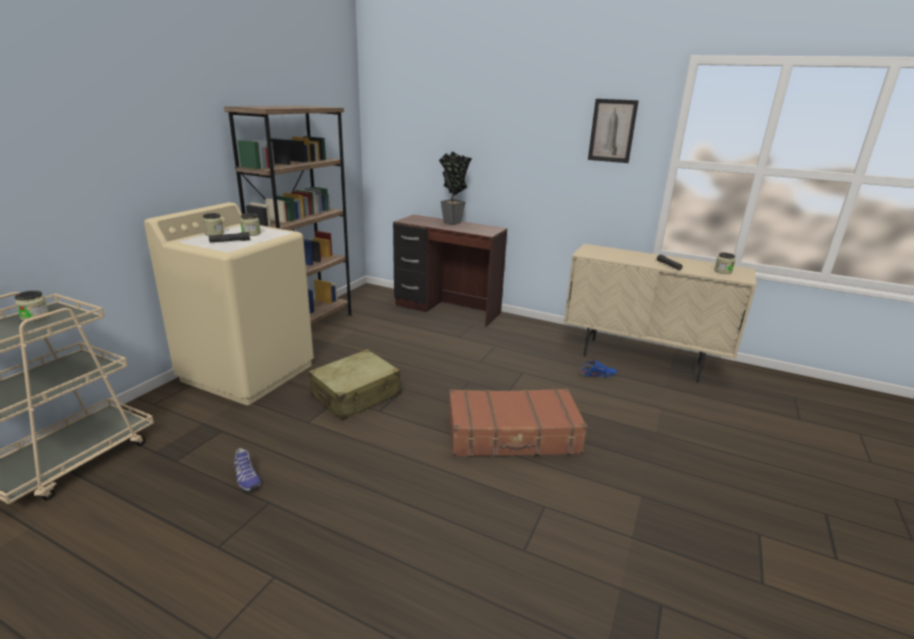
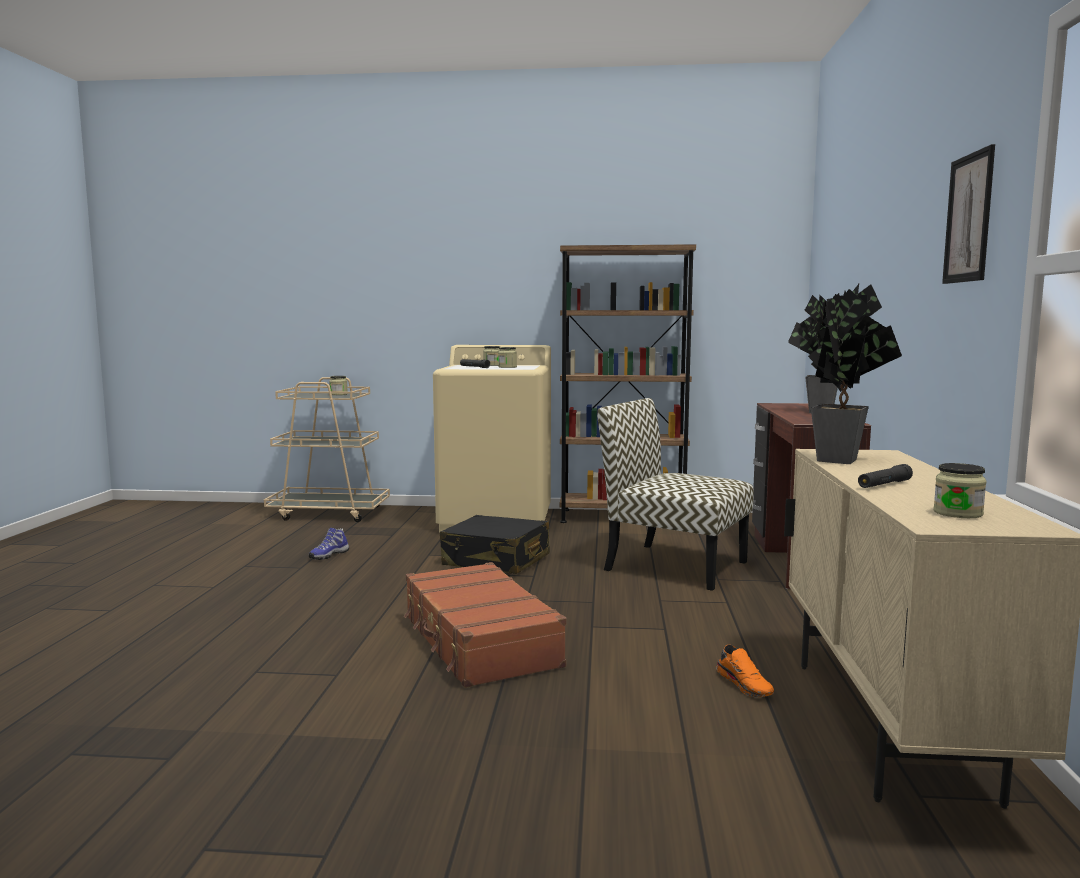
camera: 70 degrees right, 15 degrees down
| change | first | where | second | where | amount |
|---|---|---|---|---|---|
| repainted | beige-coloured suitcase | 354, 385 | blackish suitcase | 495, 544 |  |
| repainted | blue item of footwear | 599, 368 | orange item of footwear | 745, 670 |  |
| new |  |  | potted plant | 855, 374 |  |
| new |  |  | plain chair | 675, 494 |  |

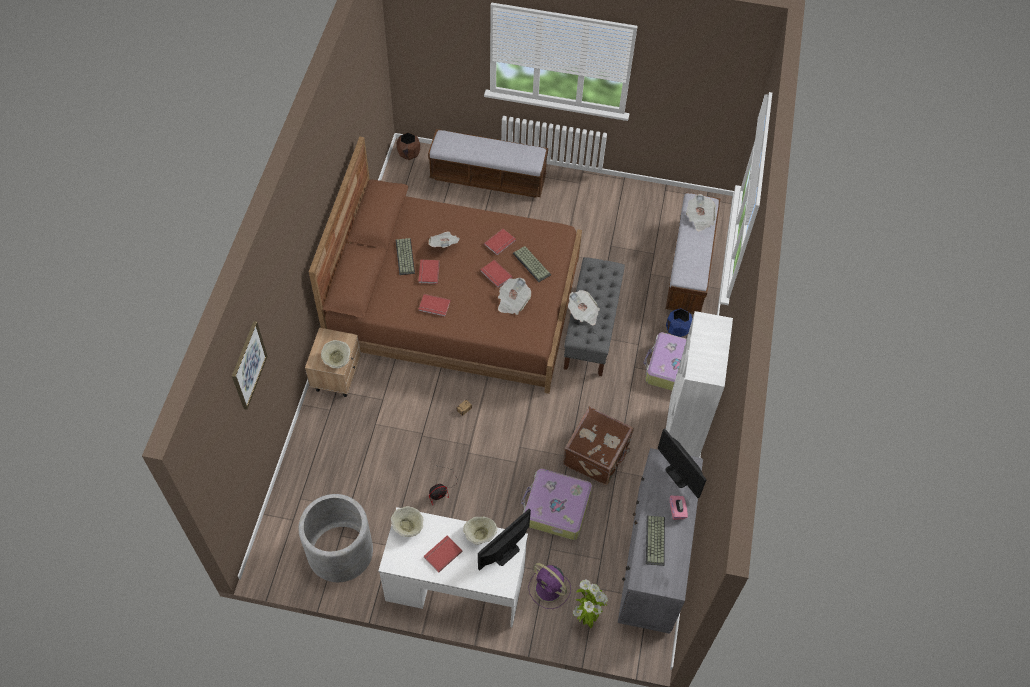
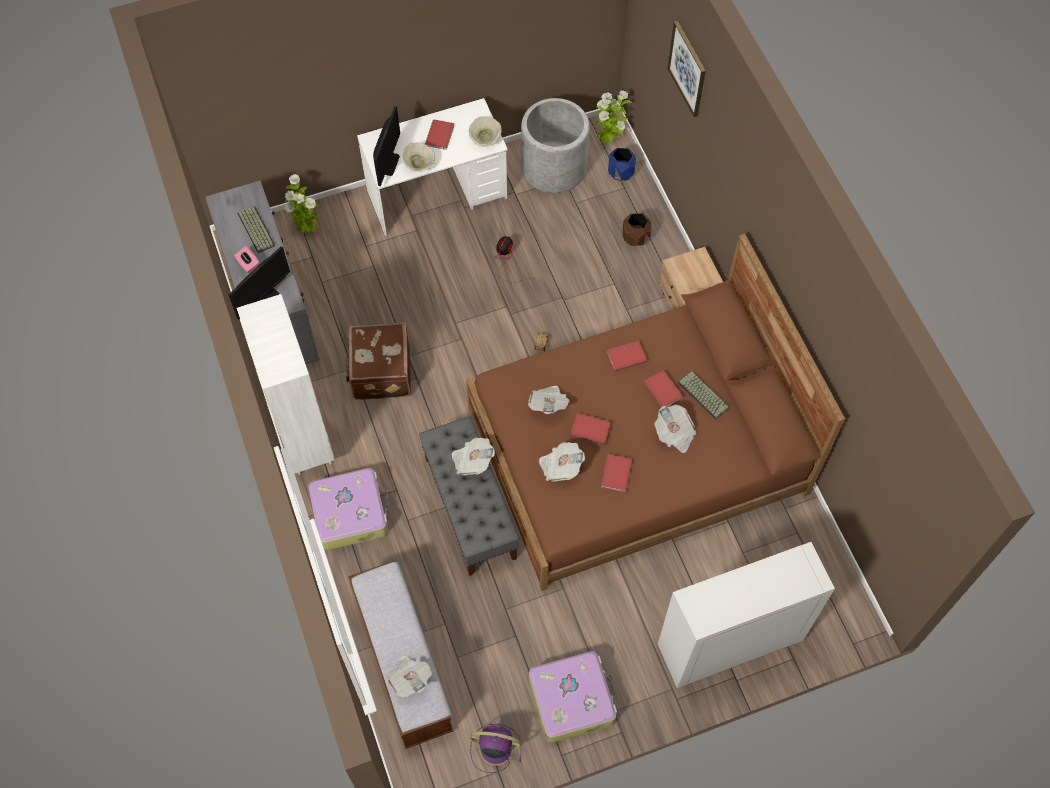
camera: 150 degrees right, 5 degrees up
| change | first | where | second | where | amount |
|---|---|---|---|---|---|
| swapped | bench | 488, 163 | white cabinet | 746, 615 |  |
| shifted | brown flower pot | 408, 146 |  | 637, 229 |  |
| swapped | PC keyboard | 532, 264 | printed paper | 562, 461 |  |
| shifted | blue flower pot | 679, 322 |  | 622, 164 |  |
| gone | beige-coloured serving bowl | 336, 354 |  |  |  |
| rotated | monitor | 682, 463 |  | 259, 283 | 105 degrees clockwise |
| shifted | suitcase | 556, 504 |  | 573, 697 |  |
| shifted | purplish electric fan | 549, 586 |  | 495, 748 |  |
| new |  |  | potted plant | 613, 118 |  |

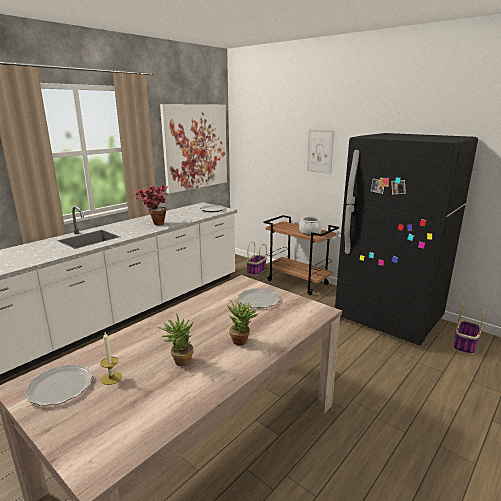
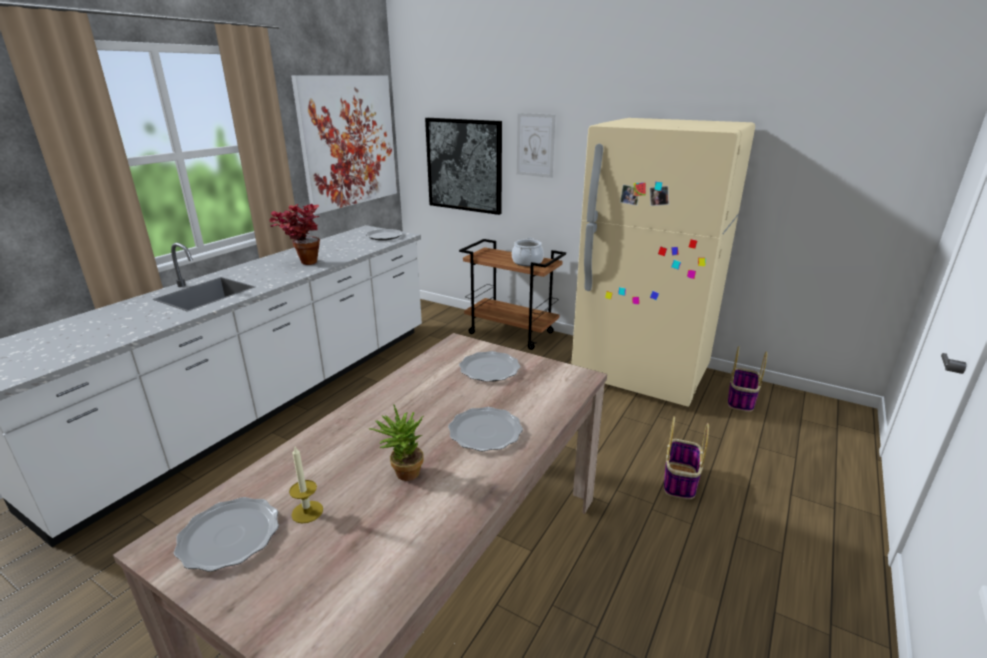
camera: 10 degrees left, 5 degrees up
| change | first | where | second | where | amount |
|---|---|---|---|---|---|
| repainted | blackish fridge | 406, 239 | beige-coloured fridge | 663, 262 |  |
| shifted | household basket | 257, 259 |  | 686, 457 |  |
| swapped | potted plant | 243, 322 | flat dish | 485, 429 |  |
| new |  |  | wall picture | 463, 166 |  |

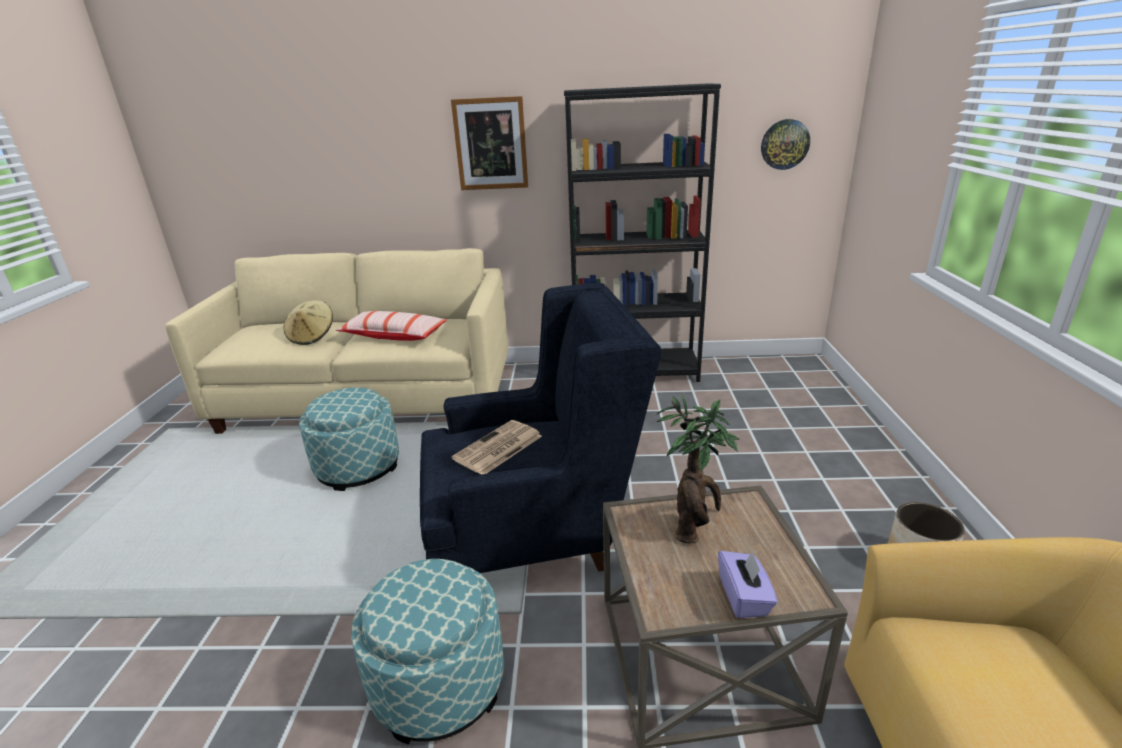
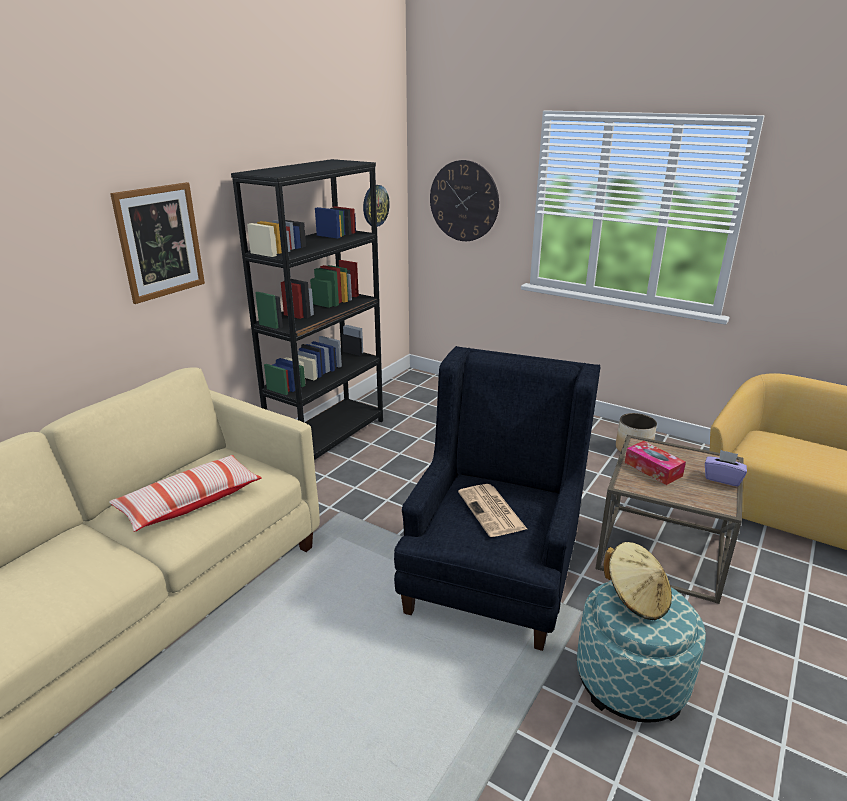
camera: 60 degrees left, 0 degrees up
| change | first | where | second | where | amount |
|---|---|---|---|---|---|
| shifted | beige-coloured hat | 308, 322 |  | 638, 581 |  |
| gone | ottoman | 349, 439 |  |  |  |
| swapped | potted plant | 698, 469 | box of tissues | 655, 463 |  |
| new |  |  | wall clock | 464, 200 |  |

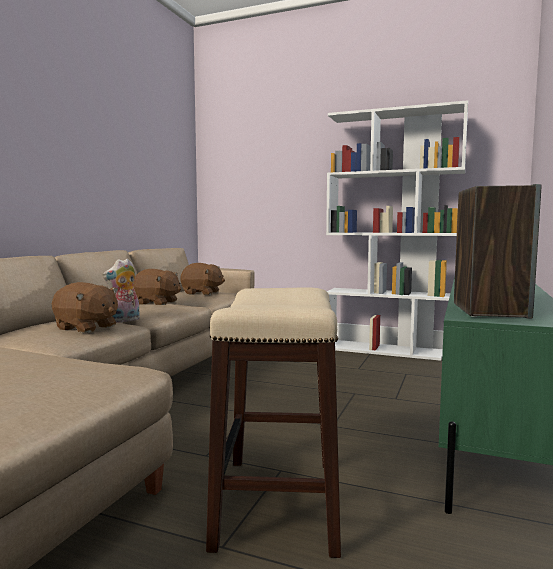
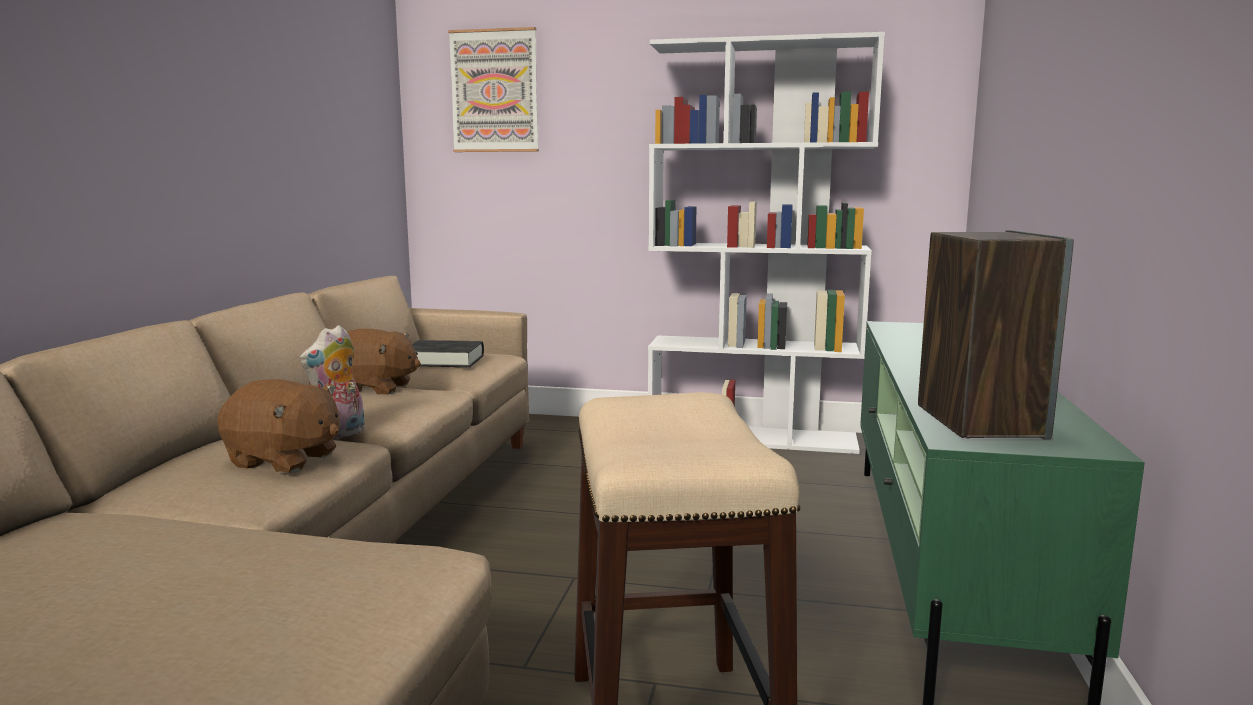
camera: 10 degrees left, 5 degrees up
| change | first | where | second | where | amount |
|---|---|---|---|---|---|
| swapped | brown cuddly toy | 202, 279 | blackish volume | 448, 353 |  |
| new |  |  | wall picture | 493, 89 |  |

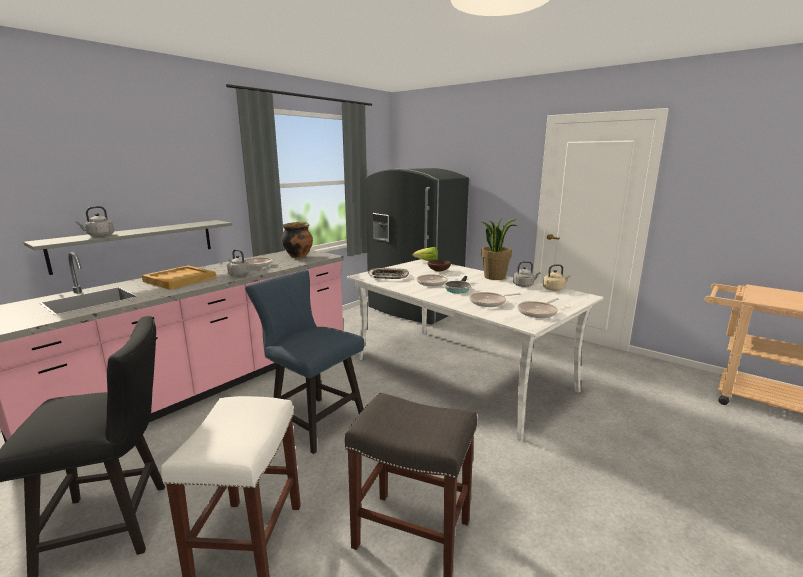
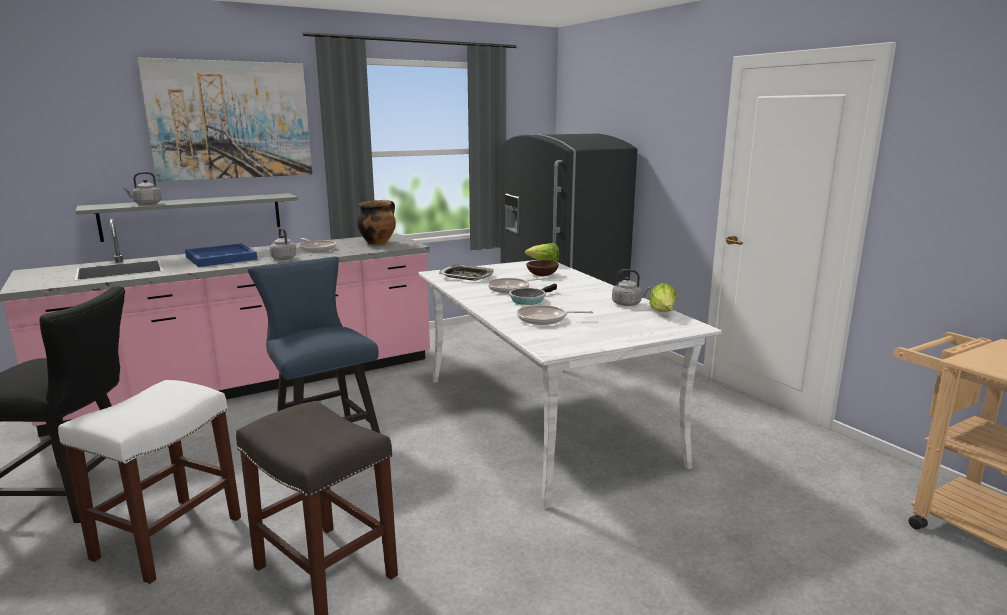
camera: 20 degrees right, 0 degrees up
| change | first | where | second | where | amount |
|---|---|---|---|---|---|
| gone | potted plant | 499, 249 |  |  |  |
| swapped | beige-coloured tea kettle | 557, 277 | lettuce | 663, 297 |  |
| repainted | beige-coloured carrying tray | 179, 277 | blue carrying tray | 221, 255 |  |
| gone | frying pan | 538, 308 |  |  |  |
| new |  |  | wall picture | 224, 119 |  |

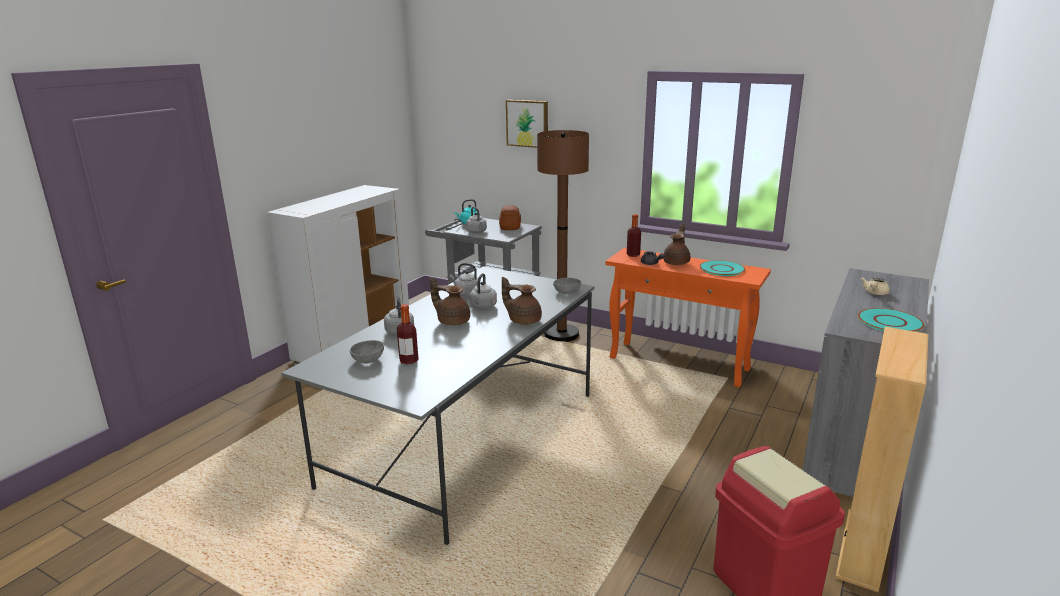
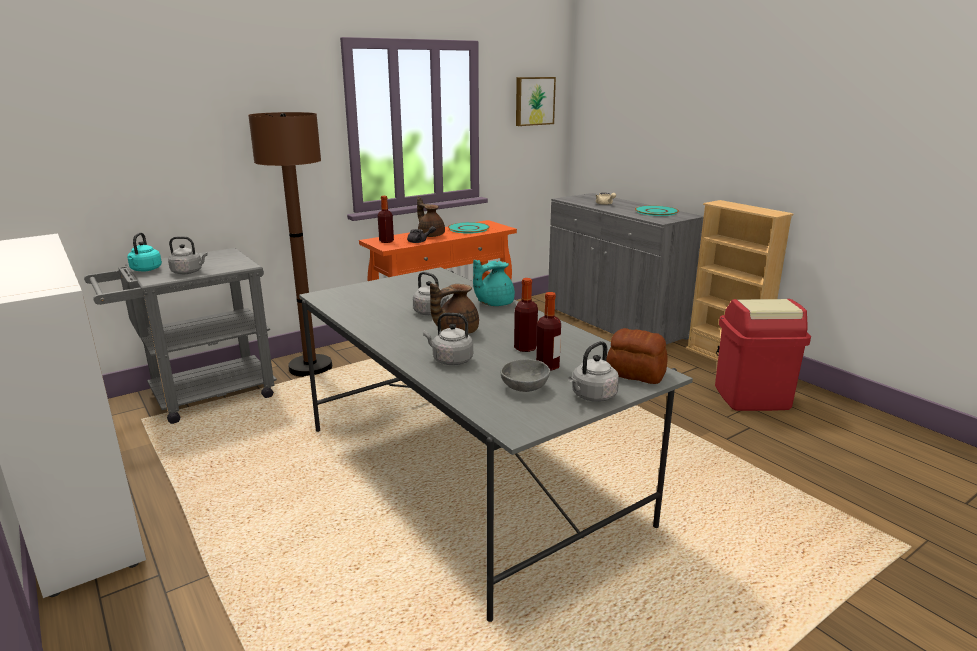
camera: 65 degrees left, 0 degrees up
| change | first | where | second | where | amount |
|---|---|---|---|---|---|
| shifted | wall picture | 527, 124 |  | 536, 101 |  |
| shifted | baked bread | 510, 217 |  | 637, 356 |  |
| shifted | grey tea kettle | 464, 279 |  | 593, 371 |  |
| repainted | brown teapot | 522, 301 | blue-green teapot | 494, 283 |  |
| gone | grey serving bowl | 567, 286 |  |  |  |
| new |  |  | beverage bottle | 526, 315 |  |

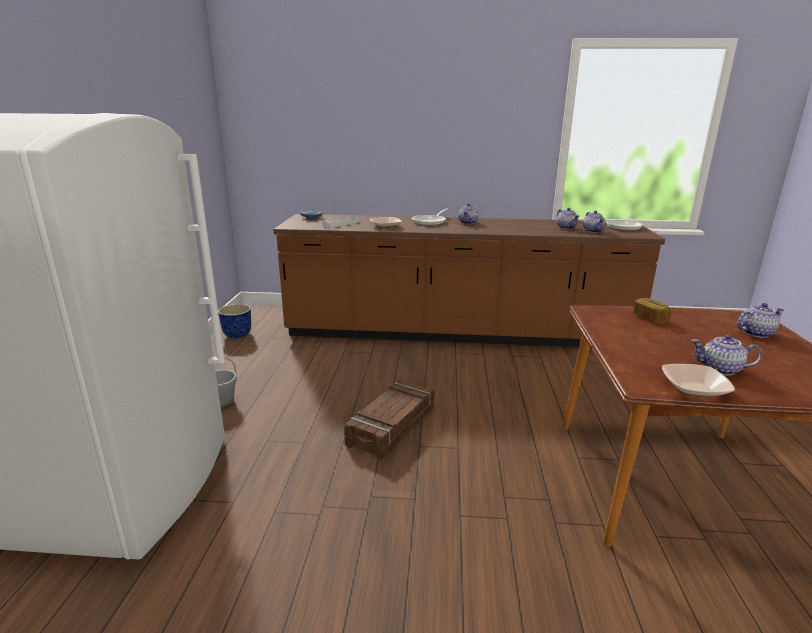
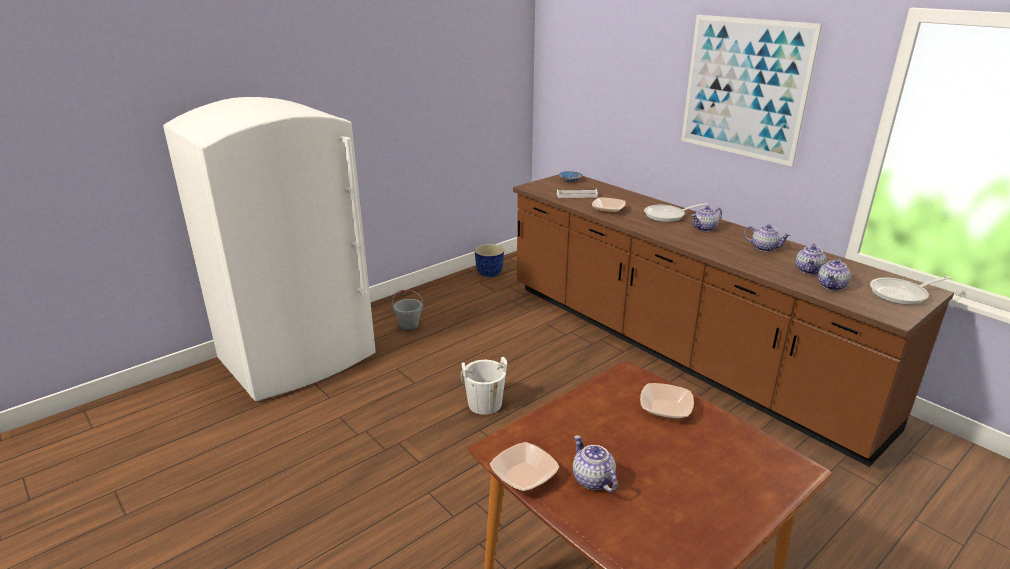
camera: 45 degrees right, 5 degrees up
| change | first | where | second | where | amount |
|---|---|---|---|---|---|
| swapped | baked bread | 652, 311 | serving bowl | 667, 401 |  |
| shifted | teapot | 760, 320 |  | 767, 238 |  |
| swapped | shipping crate | 389, 420 | white bucket | 484, 386 |  |
| new |  |  | wall picture | 751, 90 |  |

